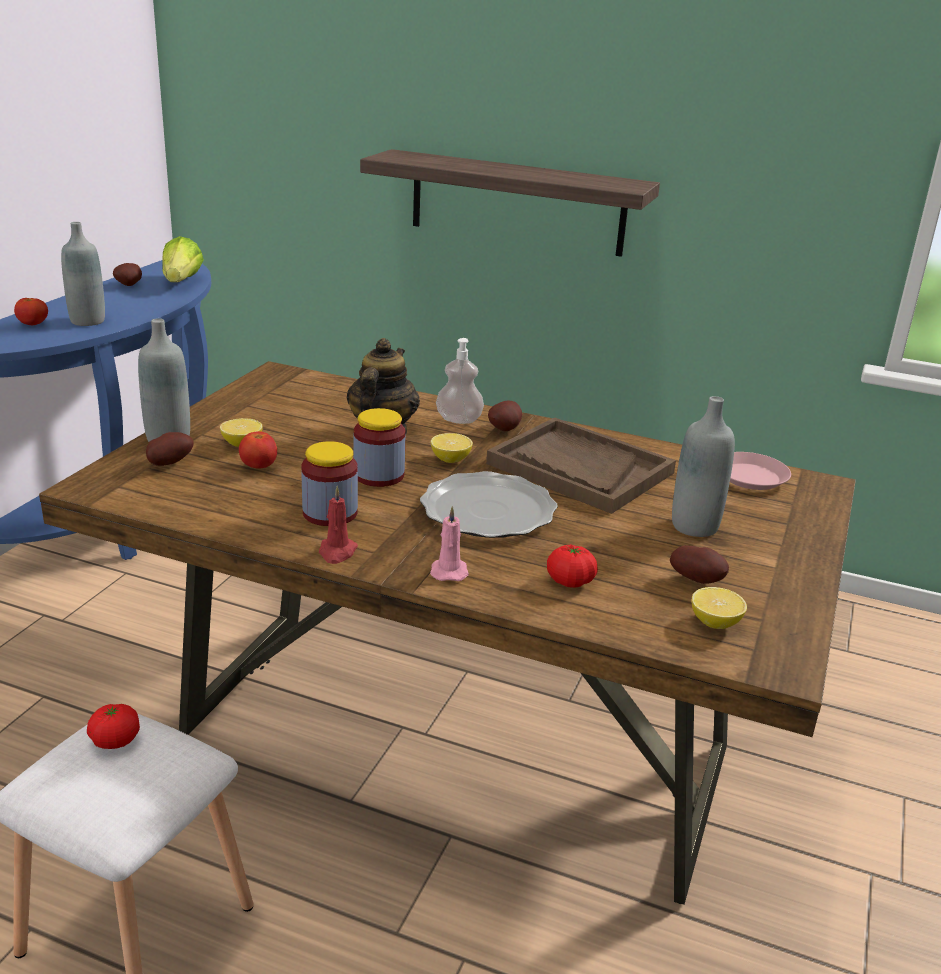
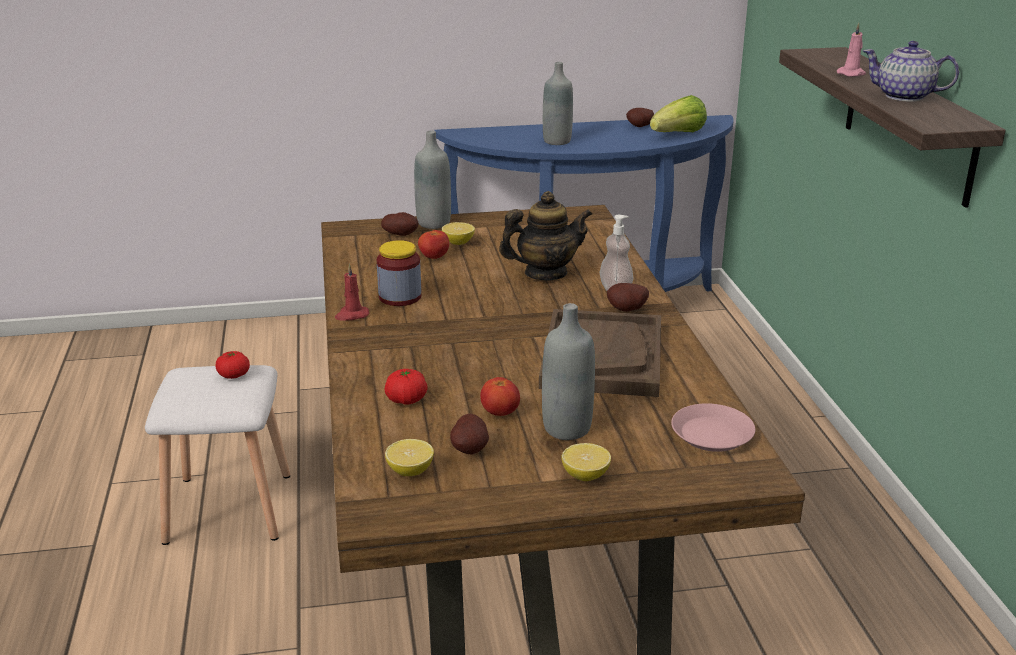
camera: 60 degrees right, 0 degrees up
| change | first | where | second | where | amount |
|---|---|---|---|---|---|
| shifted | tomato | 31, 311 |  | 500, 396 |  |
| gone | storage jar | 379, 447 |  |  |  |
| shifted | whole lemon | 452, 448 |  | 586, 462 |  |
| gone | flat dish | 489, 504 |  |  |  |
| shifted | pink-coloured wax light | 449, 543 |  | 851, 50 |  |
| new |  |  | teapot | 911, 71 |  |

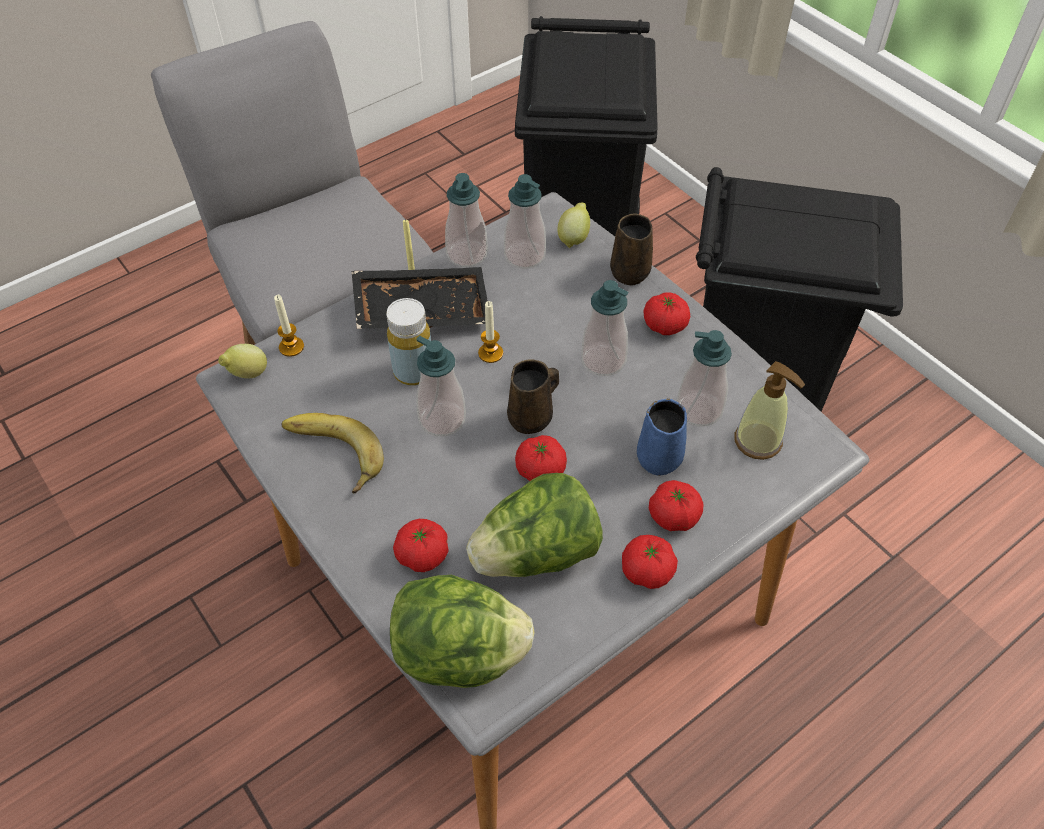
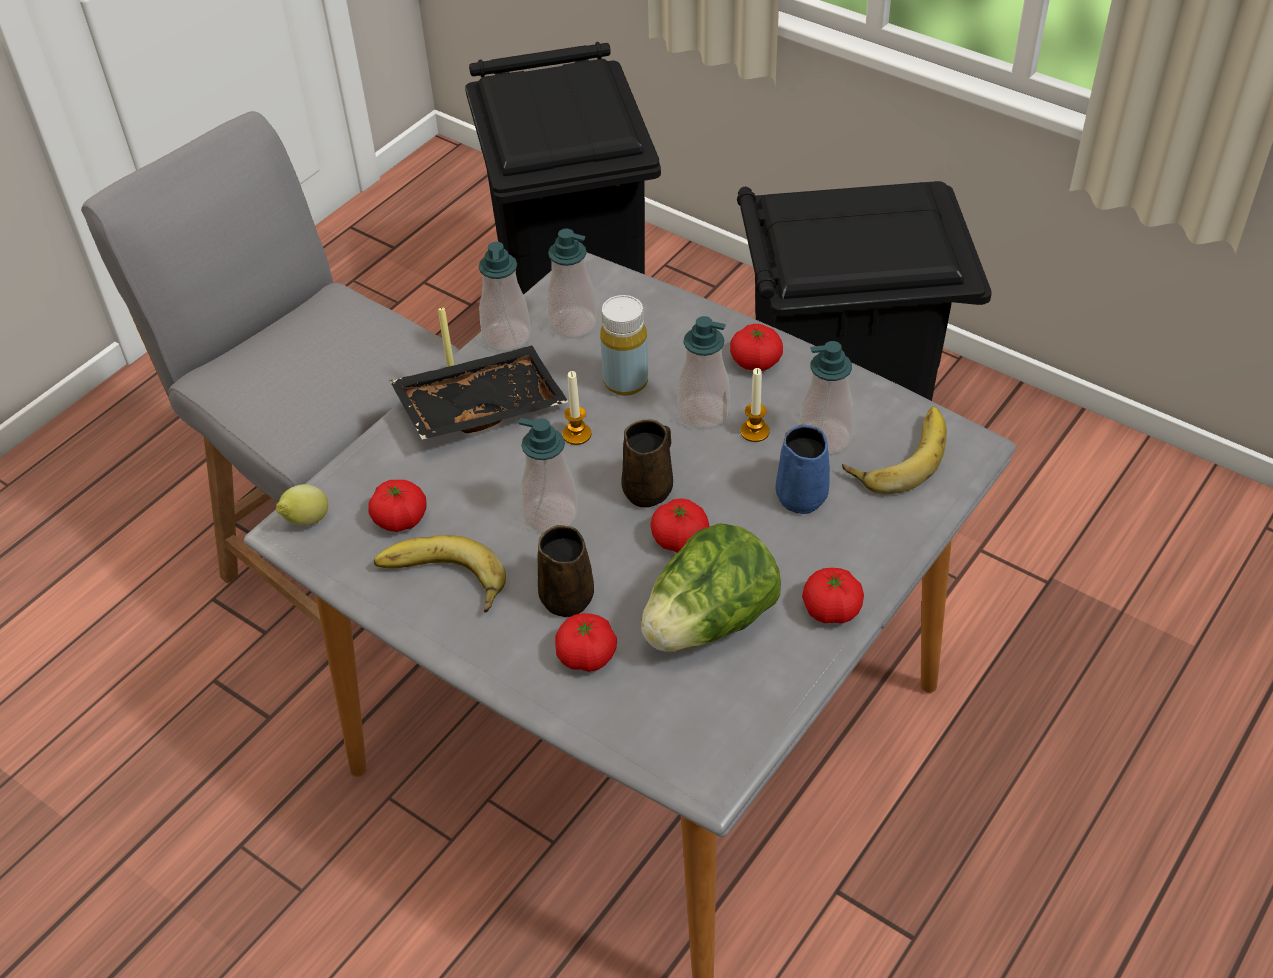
camera: 15 degrees left, 5 degrees down
| change | first | where | second | where | amount |
|---|---|---|---|---|---|
| gone | whole lemon | 573, 225 |  |  |  |
| shifted | brown tea mug | 631, 249 |  | 565, 571 |  |
| shifted | wax light | 289, 326 |  | 754, 405 |  |
| shifted | yellow-coloured beverage bottle | 408, 341 |  | 624, 345 |  |
| swapped | liquid soap bottle | 769, 410 | whole banana | 894, 450 |  |
| shifted | tomato | 676, 505 |  | 397, 506 |  |
| gone | lettuce | 462, 631 |  |  |  |

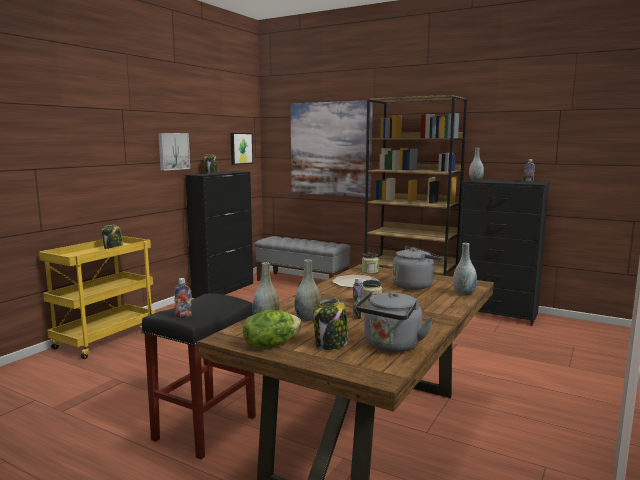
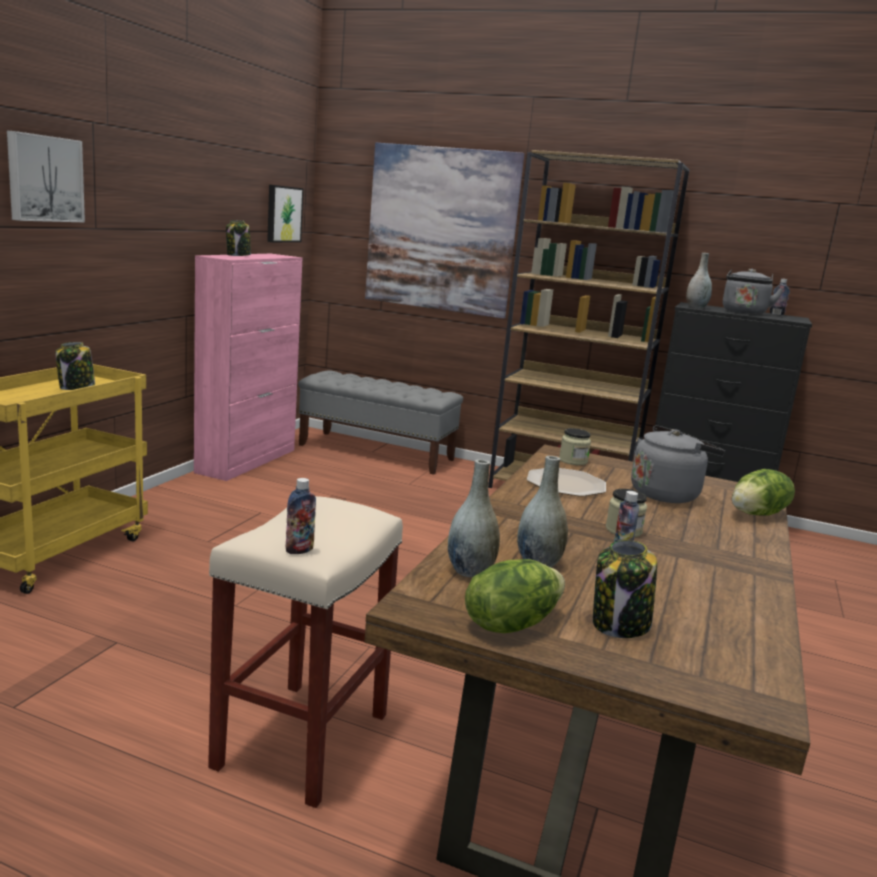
camera: 10 degrees left, 5 degrees up
| change | first | where | second | where | amount |
|---|---|---|---|---|---|
| shifted | wall picture | 174, 152 |  | 46, 176 |  |
| repainted | blackish cabinet | 219, 234 | pink-coloured cabinet | 248, 367 |  |
| swapped | grey decorative vase | 465, 269 | lettuce | 763, 492 |  |
| shifted | grey tea kettle | 394, 321 |  | 753, 292 |  |
| repainted | blackish sitting stool | 199, 377 | beige-coloured sitting stool | 305, 652 |  |

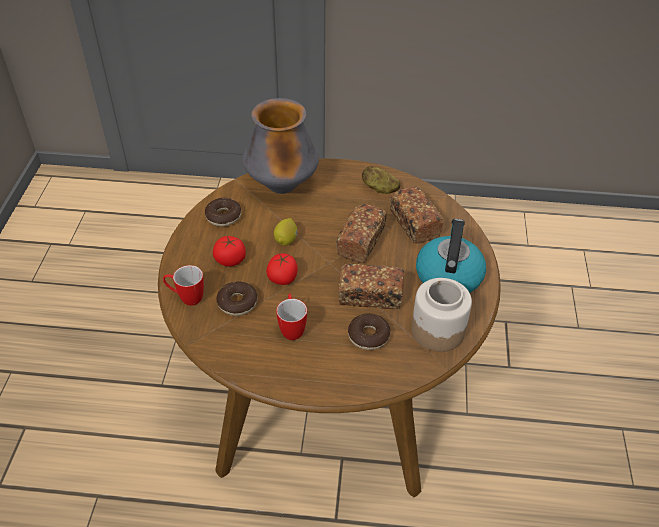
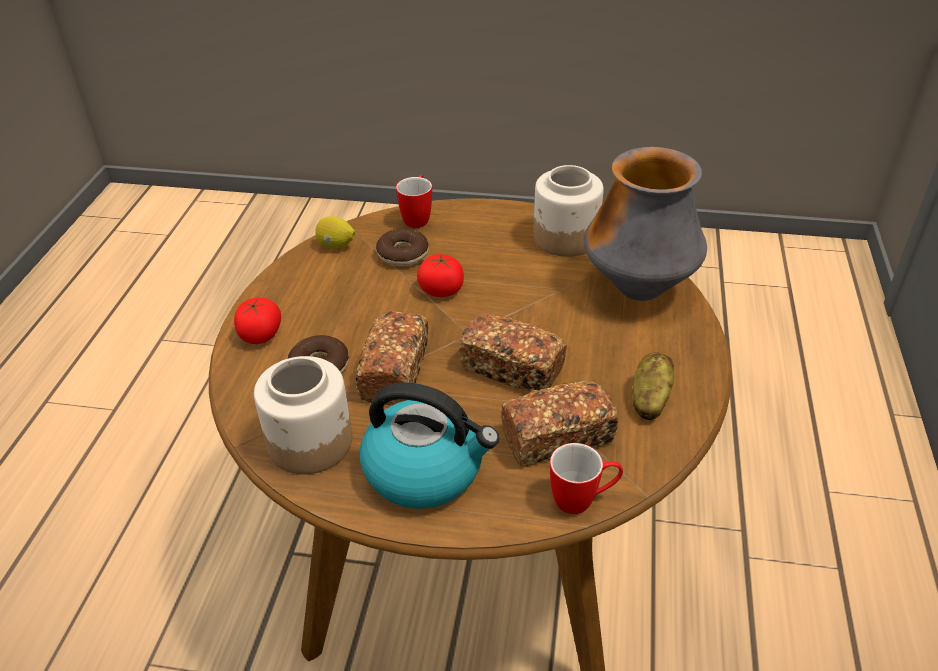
camera: 95 degrees right, 5 degrees down
| change | first | where | second | where | amount |
|---|---|---|---|---|---|
| swapped | ring doughnut | 223, 212 | storage jar | 568, 211 |  |
| shifted | whole lemon | 285, 232 |  | 335, 232 |  |
| shifted | tomato | 229, 251 |  | 257, 320 |  |
| shifted | tea mug | 291, 317 |  | 586, 478 |  |

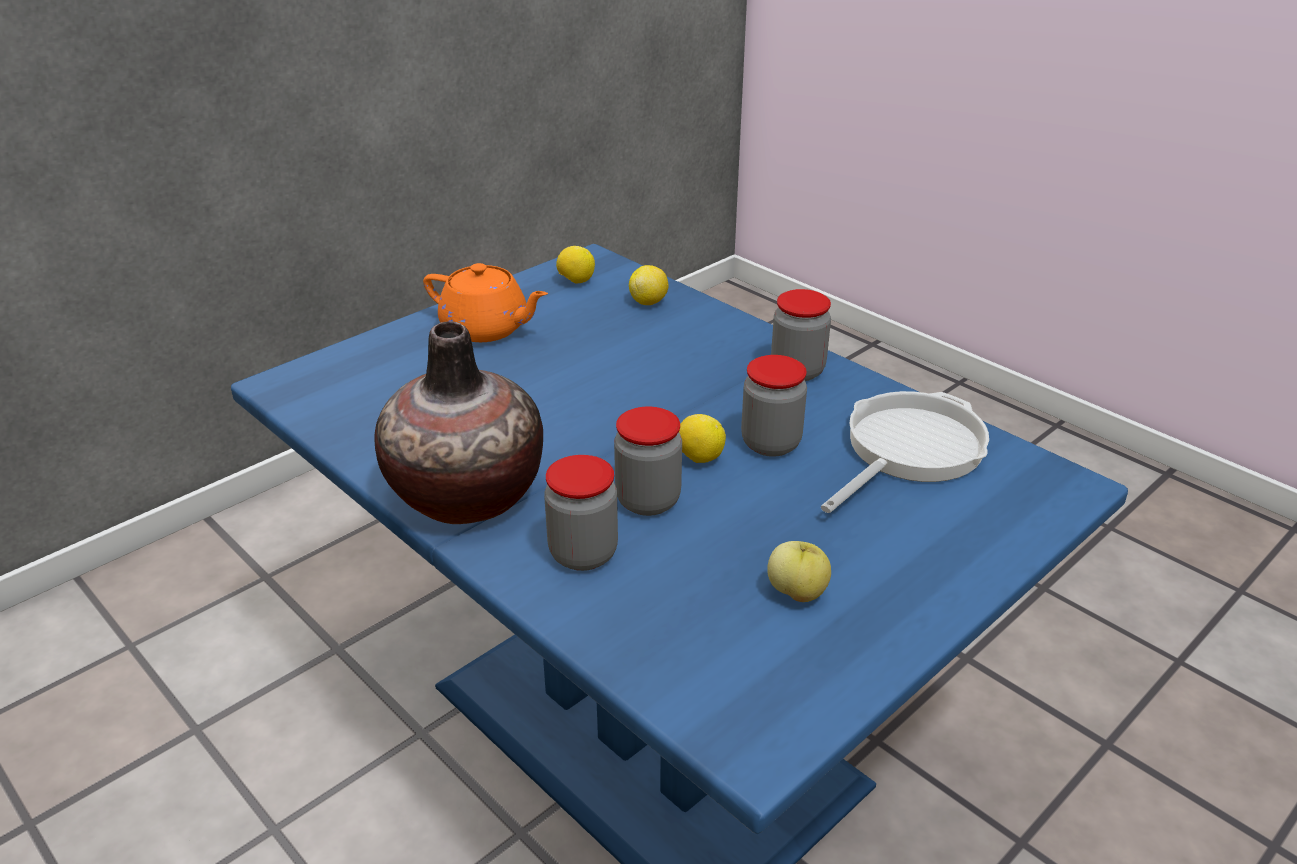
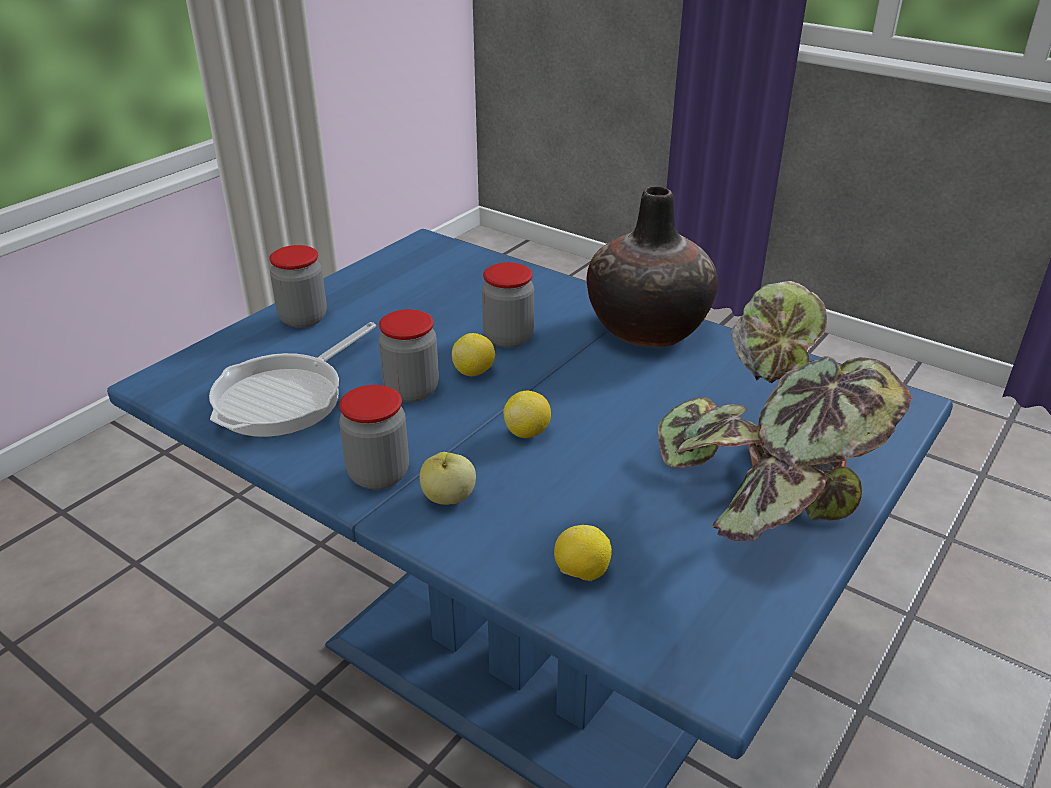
camera: 170 degrees right, 0 degrees up
| change | first | where | second | where | amount |
|---|---|---|---|---|---|
| shifted | whole lemon | 575, 265 |  | 527, 414 |  |
| swapped | orange teapot | 485, 302 | potted plant | 785, 411 |  |
| shifted | storage jar | 581, 513 |  | 298, 286 |  |
| shifted | apple | 799, 571 |  | 448, 478 |  |

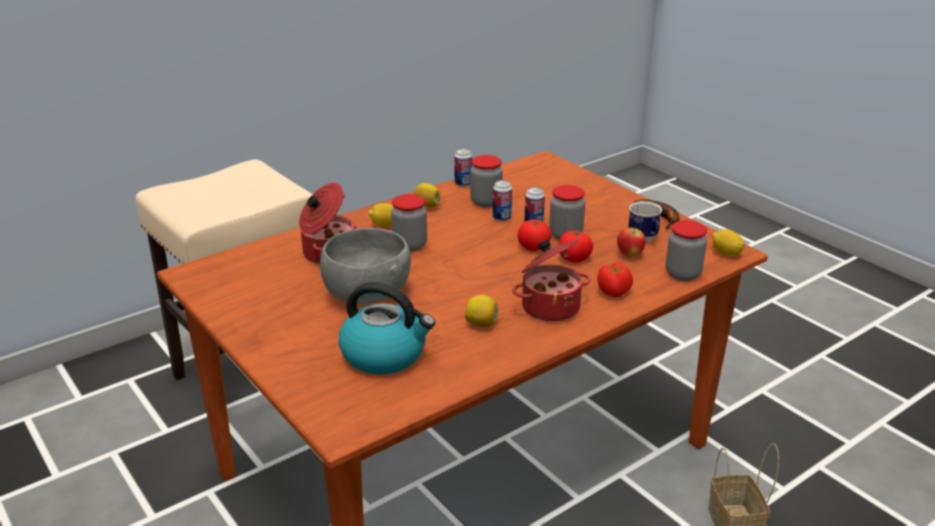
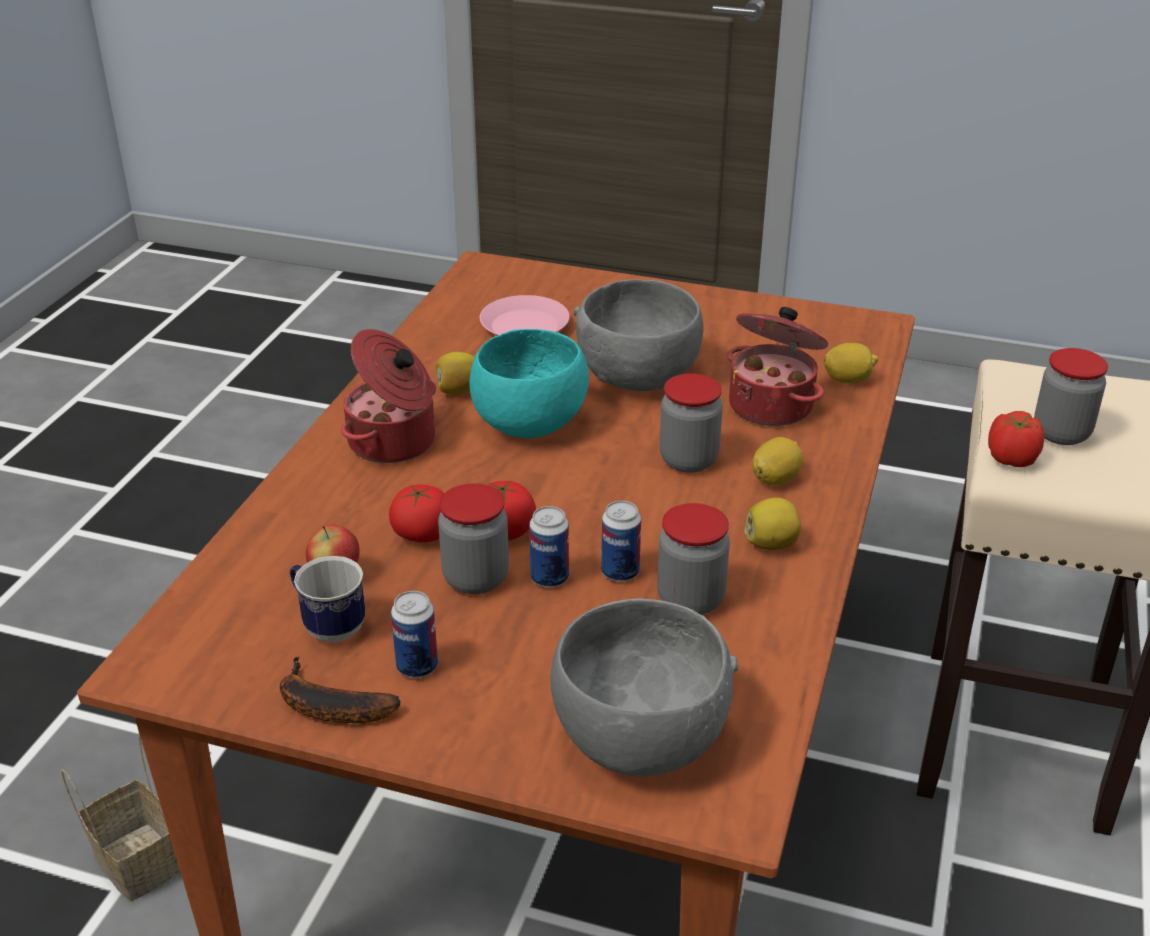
camera: 145 degrees right, 5 degrees up
| change | first | where | second | where | amount |
|---|---|---|---|---|---|
| shifted | can | 463, 168 |  | 414, 634 |  |
| shifted | storage jar | 686, 250 |  | 1071, 396 |  |
| shifted | whole lemon | 728, 242 |  | 851, 363 |  |
| shifted | tomato | 615, 279 |  | 1016, 439 |  |
| swapped | tea kettle | 387, 328 | pink-coloured flat dish | 525, 315 |  |
| new |  |  | blue-green serving bowl | 529, 383 |  |
| new |  |  | grey serving bowl | 644, 687 |  |

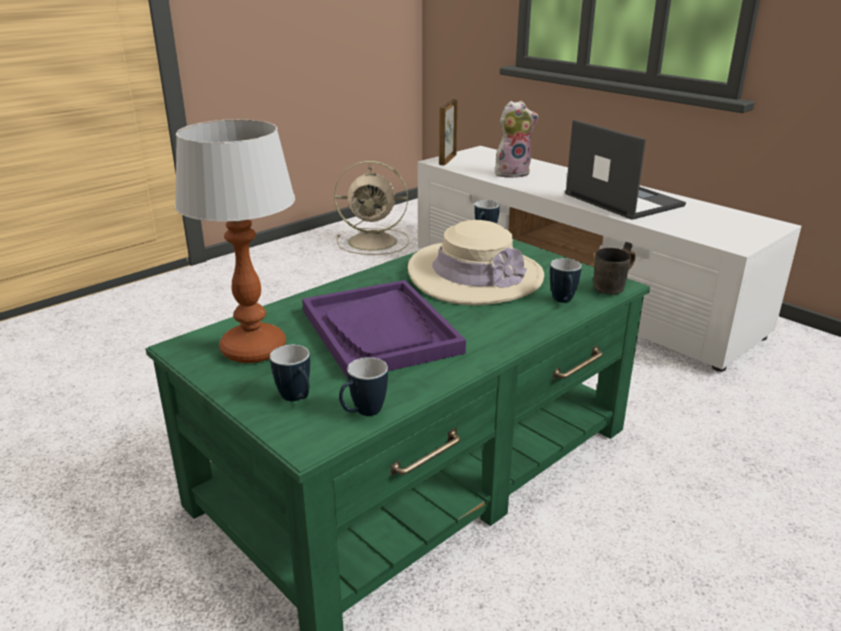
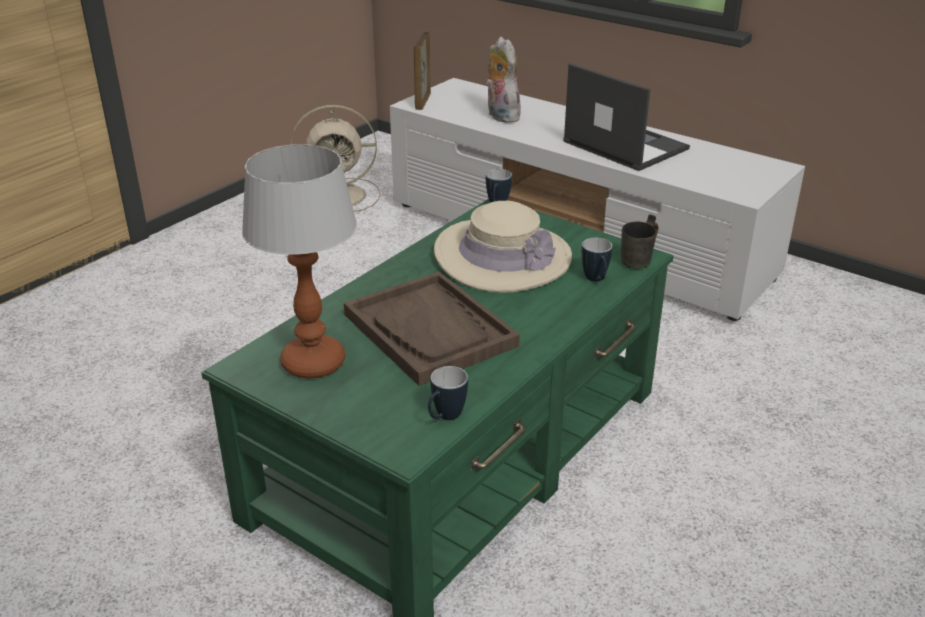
camera: 10 degrees left, 5 degrees up
| change | first | where | second | where | amount |
|---|---|---|---|---|---|
| rotated | cuddly toy | 517, 139 |  | 503, 80 | 90 degrees counterclockwise |
| repainted | purplish carrying tray | 384, 329 | brown carrying tray | 432, 328 |  |
| gone | tea mug | 290, 373 |  |  |  |

